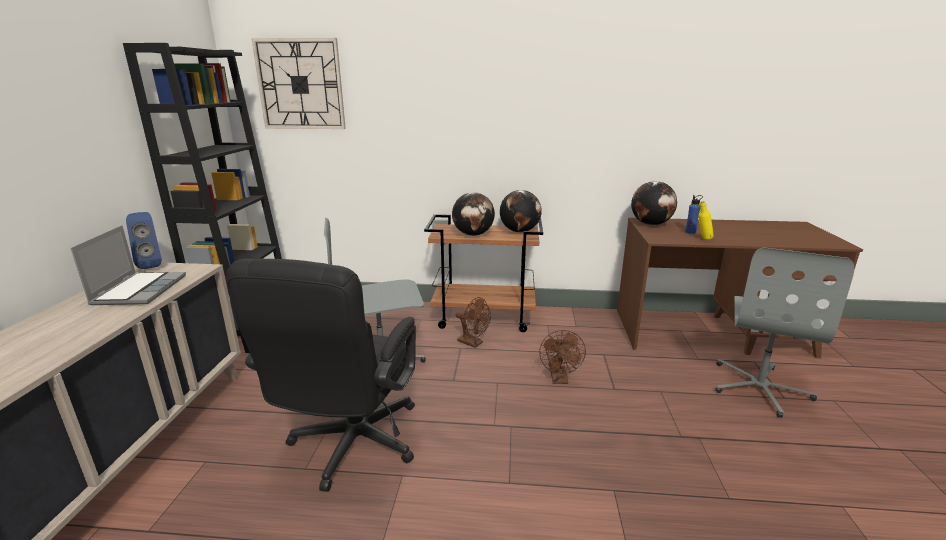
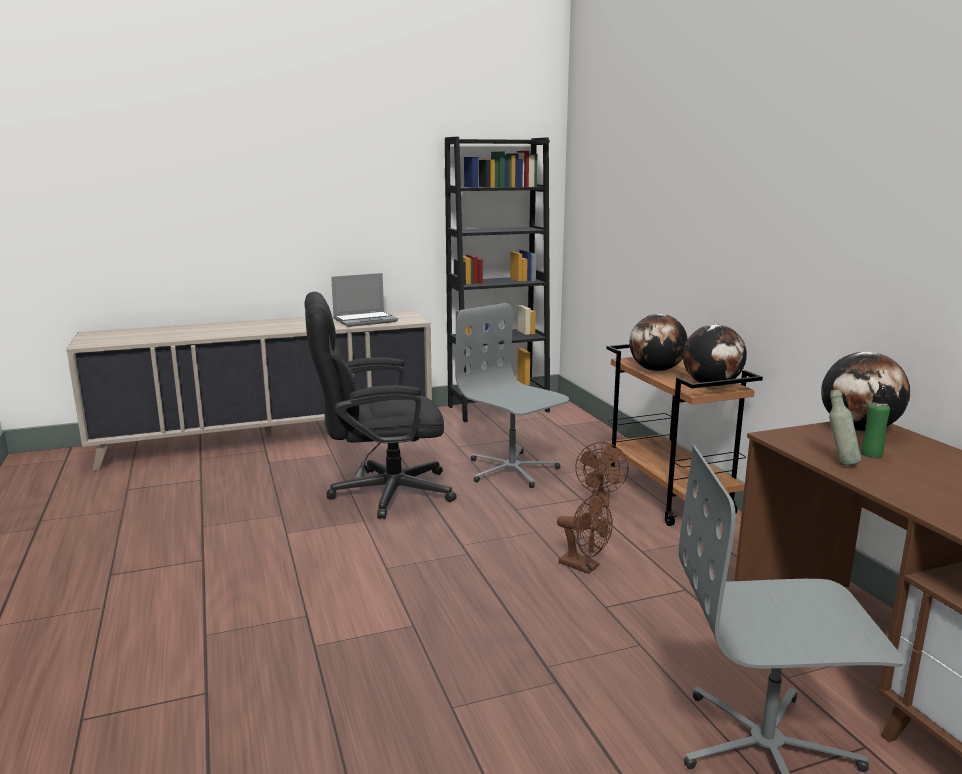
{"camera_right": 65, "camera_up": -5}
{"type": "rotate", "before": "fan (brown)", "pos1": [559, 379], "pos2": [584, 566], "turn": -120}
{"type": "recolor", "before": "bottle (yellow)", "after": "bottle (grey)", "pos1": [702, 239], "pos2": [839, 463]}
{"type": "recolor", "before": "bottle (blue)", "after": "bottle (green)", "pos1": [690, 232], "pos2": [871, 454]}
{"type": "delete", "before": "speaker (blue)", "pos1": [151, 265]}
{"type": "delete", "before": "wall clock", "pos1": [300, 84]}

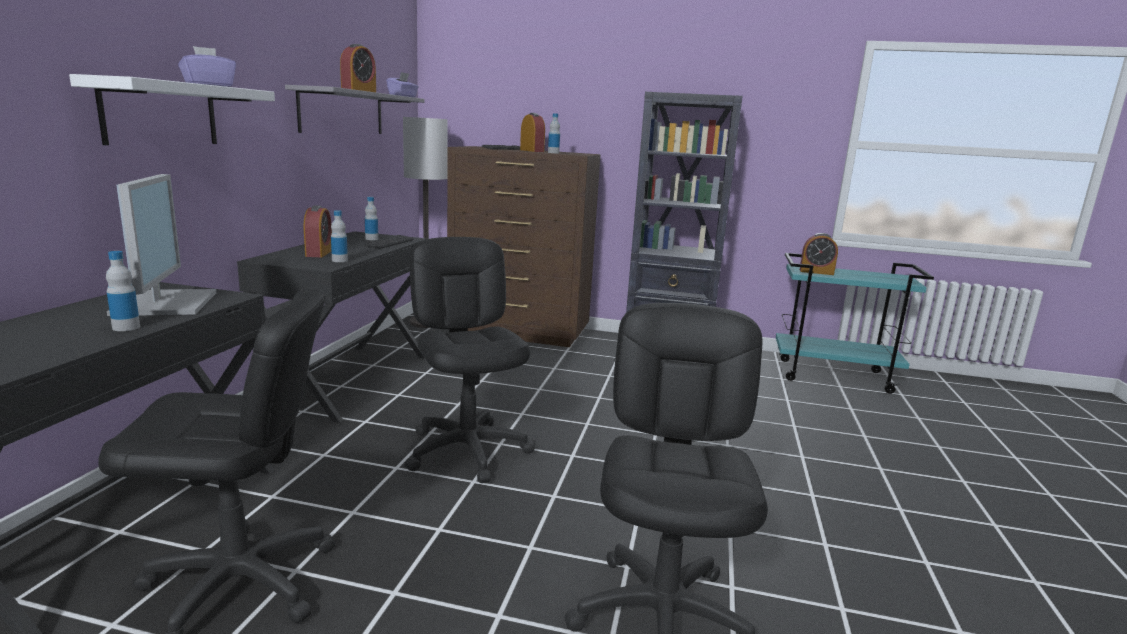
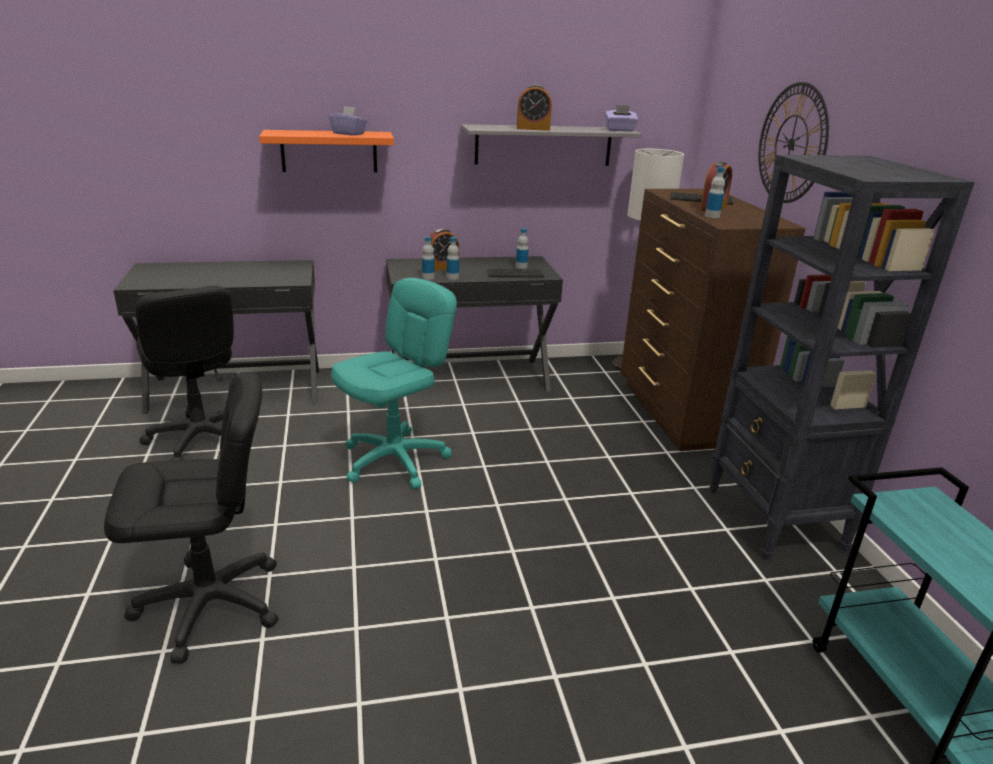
{"camera_right": 65, "camera_up": 10}
{"type": "recolor", "before": "shelf (white)", "after": "shelf (orange)", "pos1": [161, 113], "pos2": [329, 151]}
{"type": "recolor", "before": "office chair (black)", "after": "office chair (turquoise)", "pos1": [468, 450], "pos2": [395, 460]}
{"type": "move", "before": "bottle", "pos1": [126, 327], "pos2": [452, 277]}
{"type": "insert", "after": "wall clock", "pos2": [791, 144]}
{"type": "delete", "before": "monitor", "pos1": [164, 303]}
{"type": "delete", "before": "alarm clock", "pos1": [816, 272]}

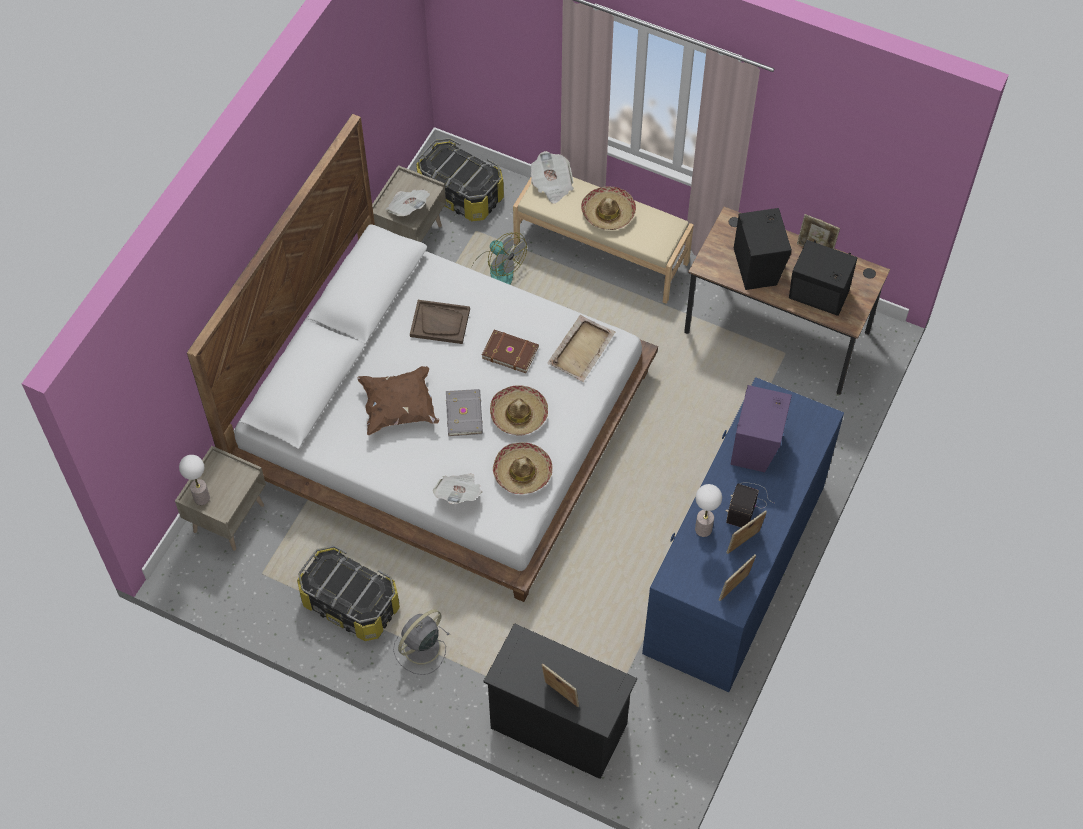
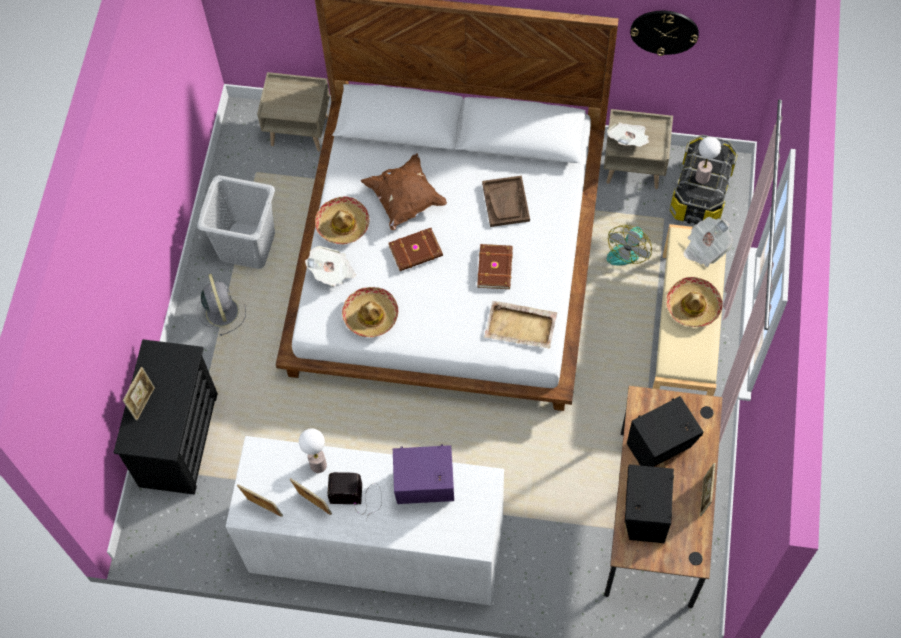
{"camera_right": 75, "camera_up": 5}
{"type": "replace", "before": "storage box", "after": "laundry basket (grey)", "pos1": [350, 604], "pos2": [247, 245]}
{"type": "rotate", "before": "fan (grey)", "pos1": [420, 648], "pos2": [222, 310], "turn": 45}
{"type": "recolor", "before": "dresser (blue)", "after": "dresser (white)", "pos1": [734, 568], "pos2": [376, 545]}
{"type": "move", "before": "hat", "pos1": [519, 415], "pos2": [343, 225]}
{"type": "recolor", "before": "book (grey)", "after": "book (brown)", "pos1": [465, 413], "pos2": [416, 251]}
{"type": "insert", "after": "wall clock", "pos2": [664, 31]}
{"type": "move", "before": "table lamp", "pos1": [201, 498], "pos2": [702, 177]}

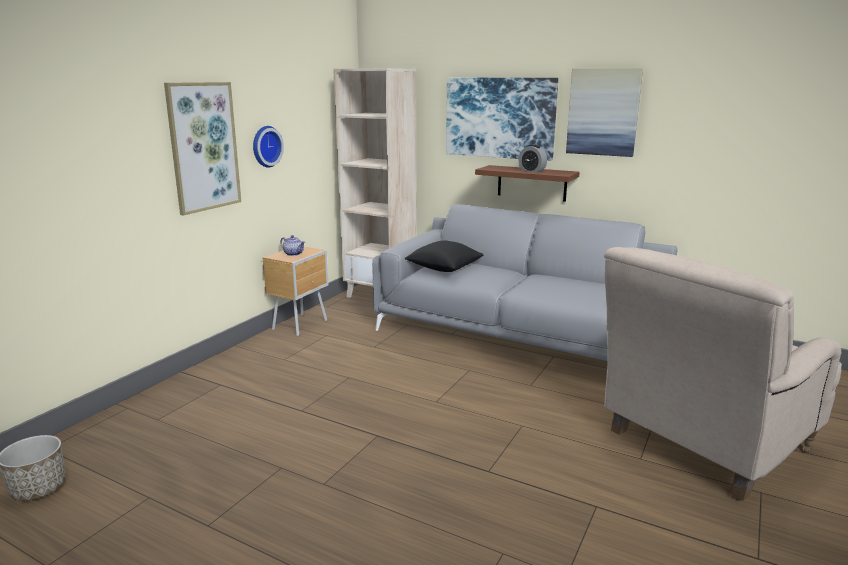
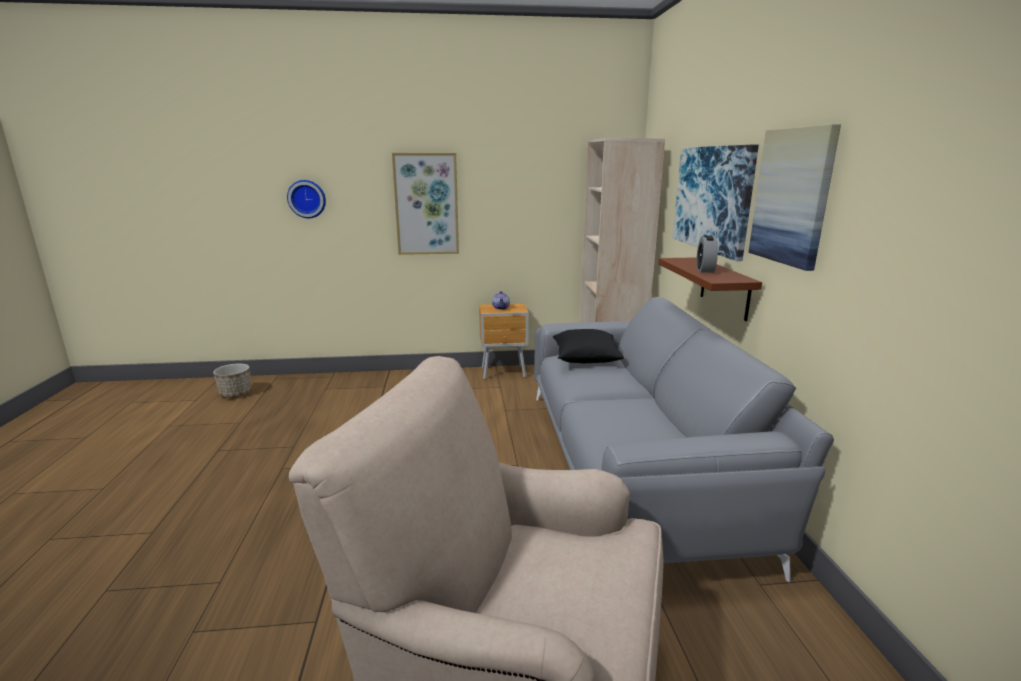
{"camera_right": 55, "camera_up": 0}
{"type": "move", "before": "wall clock", "pos1": [265, 146], "pos2": [307, 199]}

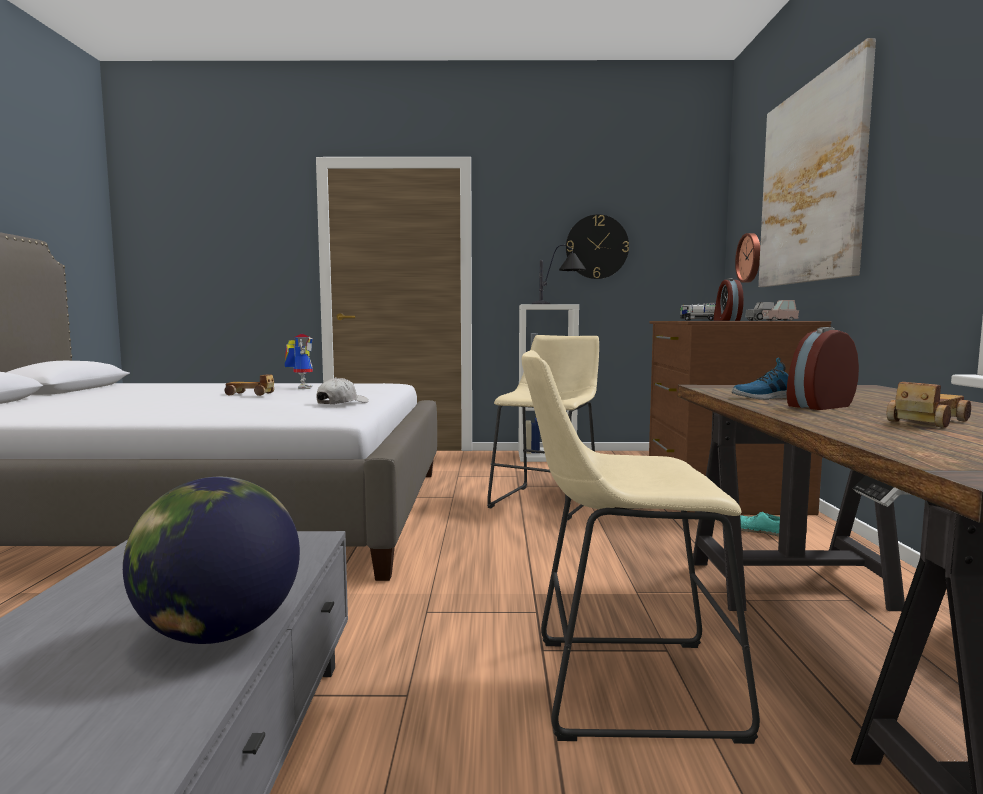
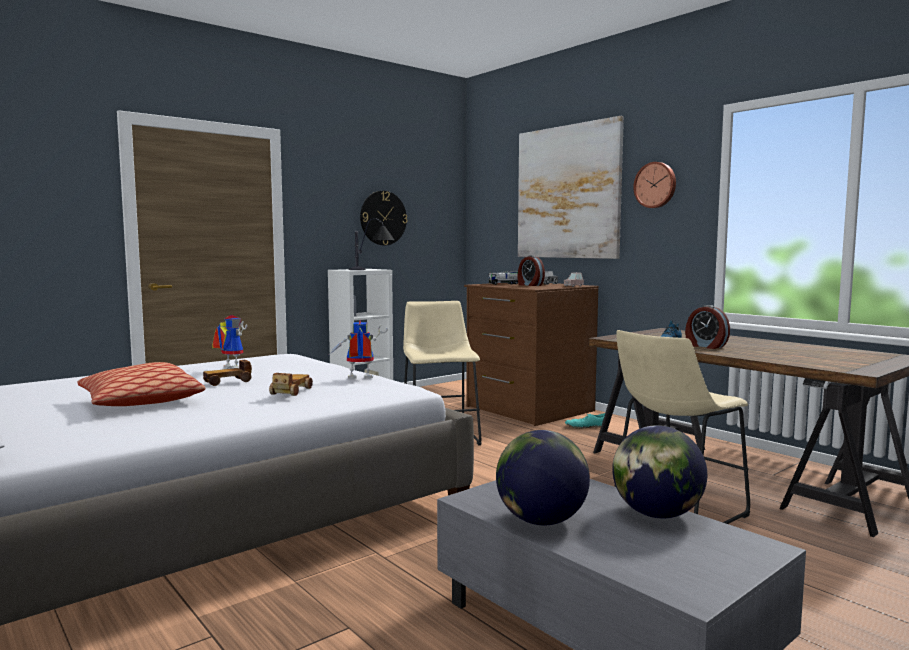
{"camera_right": -40, "camera_up": 0}
{"type": "insert", "after": "pillow", "pos2": [141, 402]}
{"type": "move", "before": "toy car", "pos1": [927, 421], "pos2": [291, 391]}
{"type": "replace", "before": "cap (white)", "after": "toy robot", "pos1": [342, 403], "pos2": [358, 378]}
{"type": "insert", "after": "globe", "pos2": [541, 520]}
{"type": "move", "before": "wall clock", "pos1": [750, 258], "pos2": [655, 185]}
{"type": "rotate", "before": "alarm clock", "pos1": [818, 406], "pos2": [705, 346], "turn": -60}

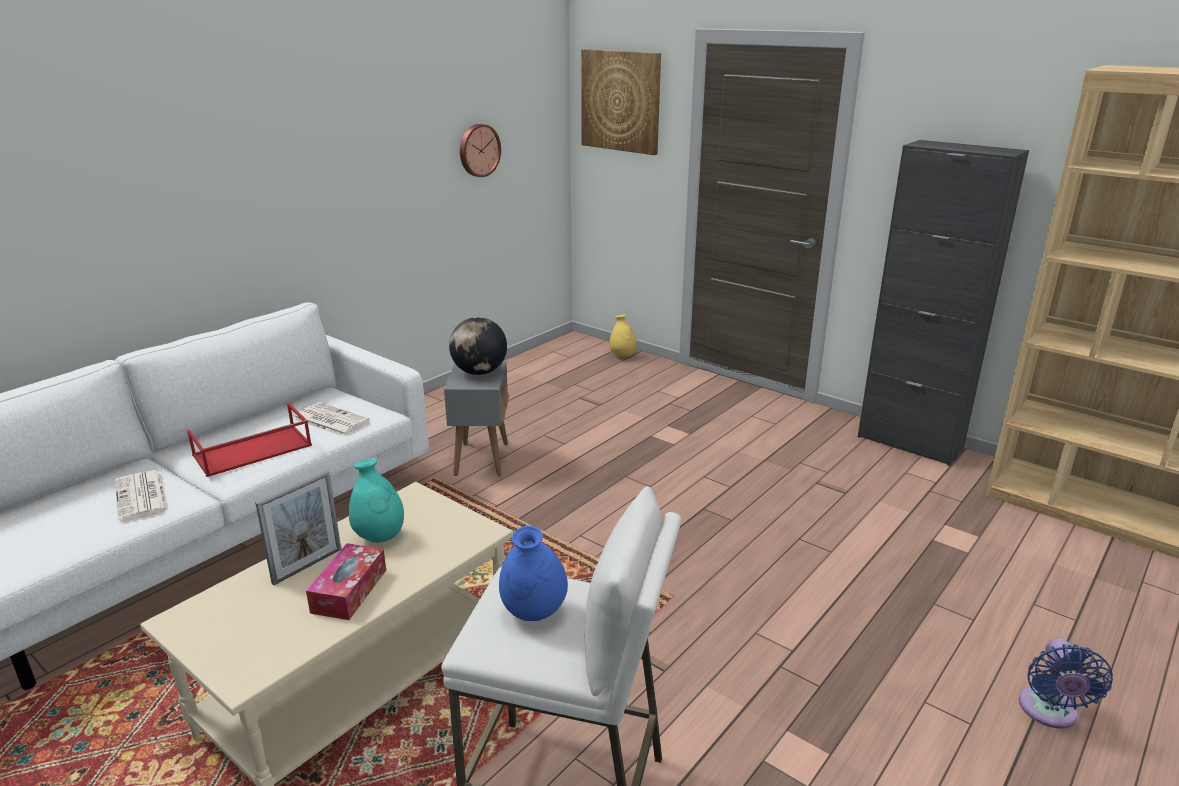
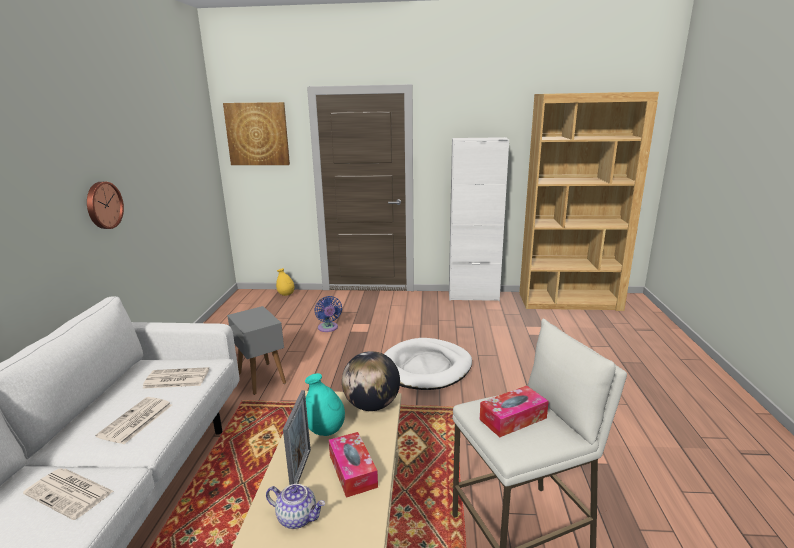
{"camera_right": -35, "camera_up": -5}
{"type": "move", "before": "wall clock", "pos1": [478, 150], "pos2": [103, 205]}
{"type": "replace", "before": "tray (red)", "after": "newspaper", "pos1": [252, 451], "pos2": [136, 421]}
{"type": "insert", "after": "teapot", "pos2": [297, 517]}
{"type": "move", "before": "fan (blue)", "pos1": [1049, 712], "pos2": [328, 328]}
{"type": "move", "before": "globe", "pos1": [479, 372], "pos2": [372, 405]}
{"type": "insert", "after": "dog bed (white)", "pos2": [426, 367]}
{"type": "recolor", "before": "cabinet (black)", "after": "cabinet (white)", "pos1": [909, 443], "pos2": [473, 296]}
{"type": "replace", "before": "vase (blue)", "after": "tissue box", "pos1": [533, 613], "pos2": [513, 418]}

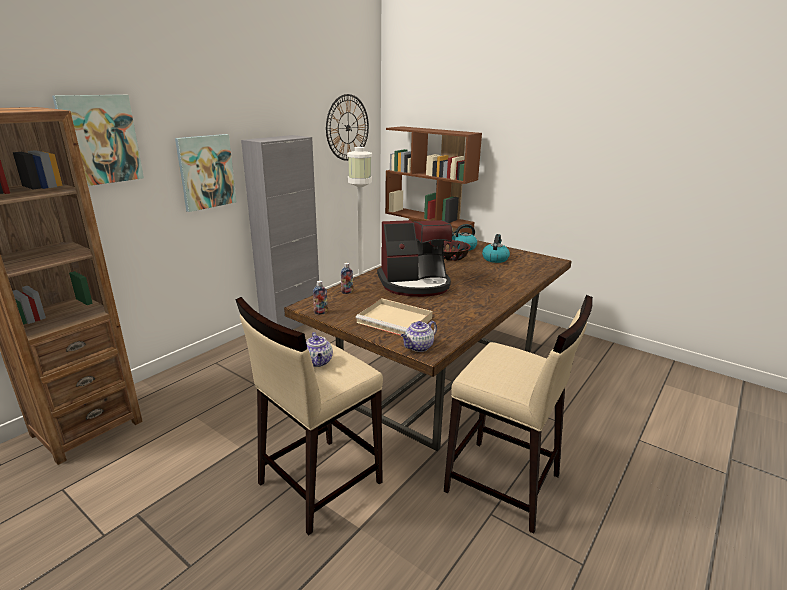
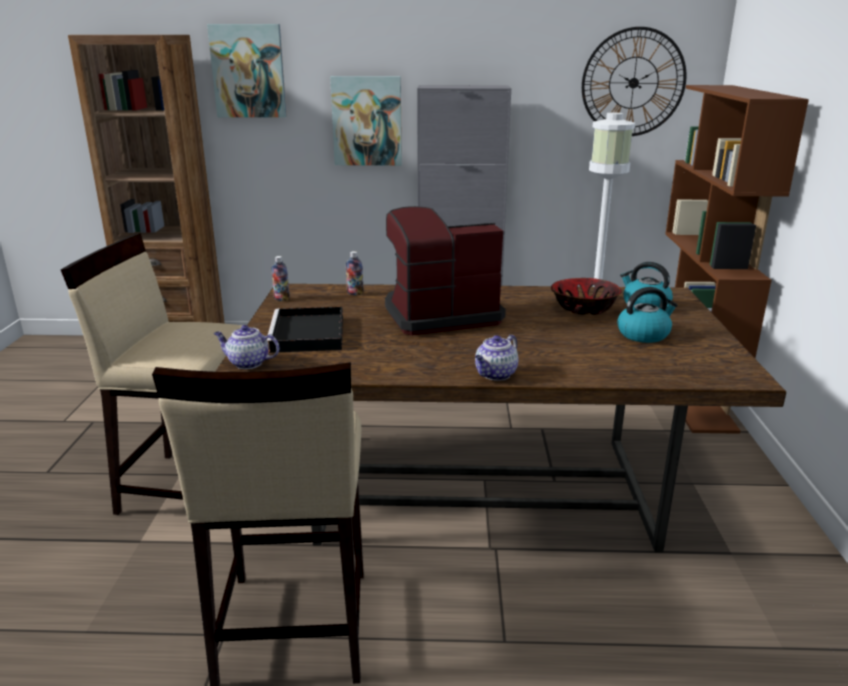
{"camera_right": 55, "camera_up": 0}
{"type": "recolor", "before": "tray (beige)", "after": "tray (black)", "pos1": [396, 320], "pos2": [308, 334]}
{"type": "rotate", "before": "coffee machine", "pos1": [415, 284], "pos2": [439, 315], "turn": 120}
{"type": "move", "before": "teapot", "pos1": [318, 362], "pos2": [495, 375]}

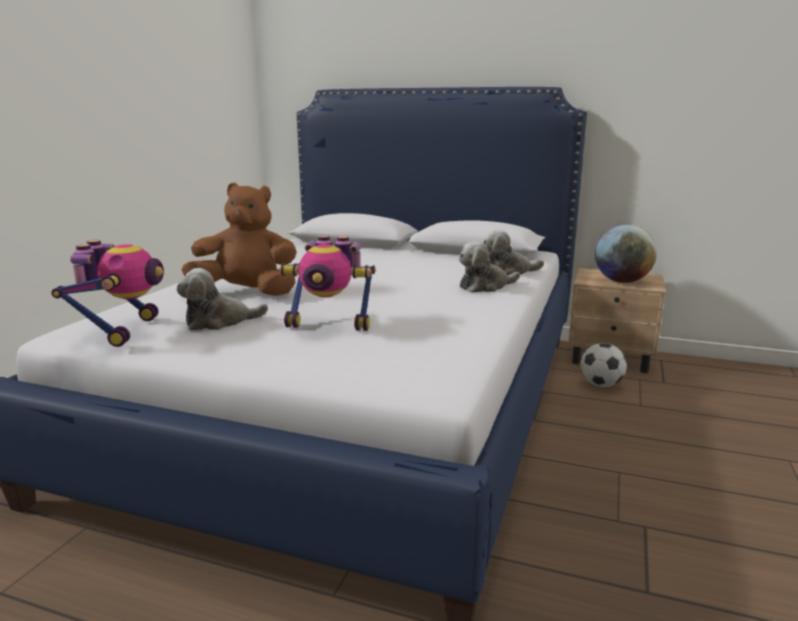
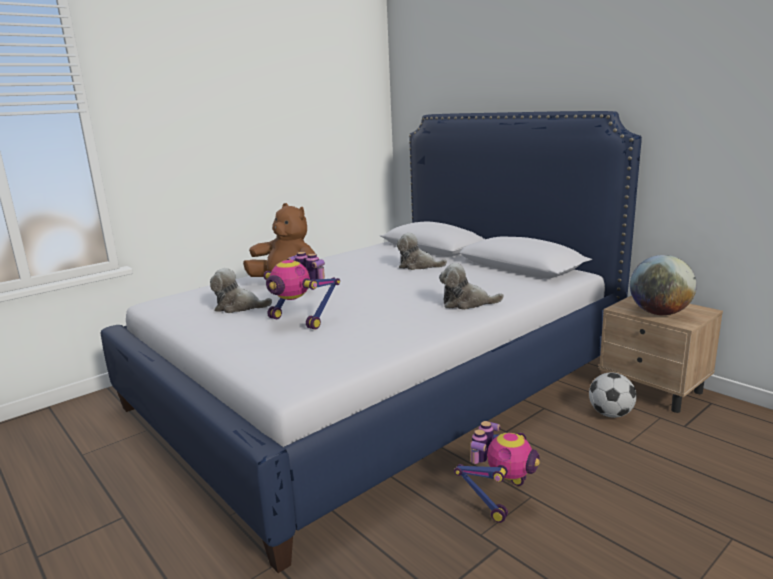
{"camera_right": 30, "camera_up": 0}
{"type": "move", "before": "plush toy", "pos1": [508, 272], "pos2": [418, 266]}
{"type": "move", "before": "toy robot", "pos1": [123, 331], "pos2": [499, 497]}

